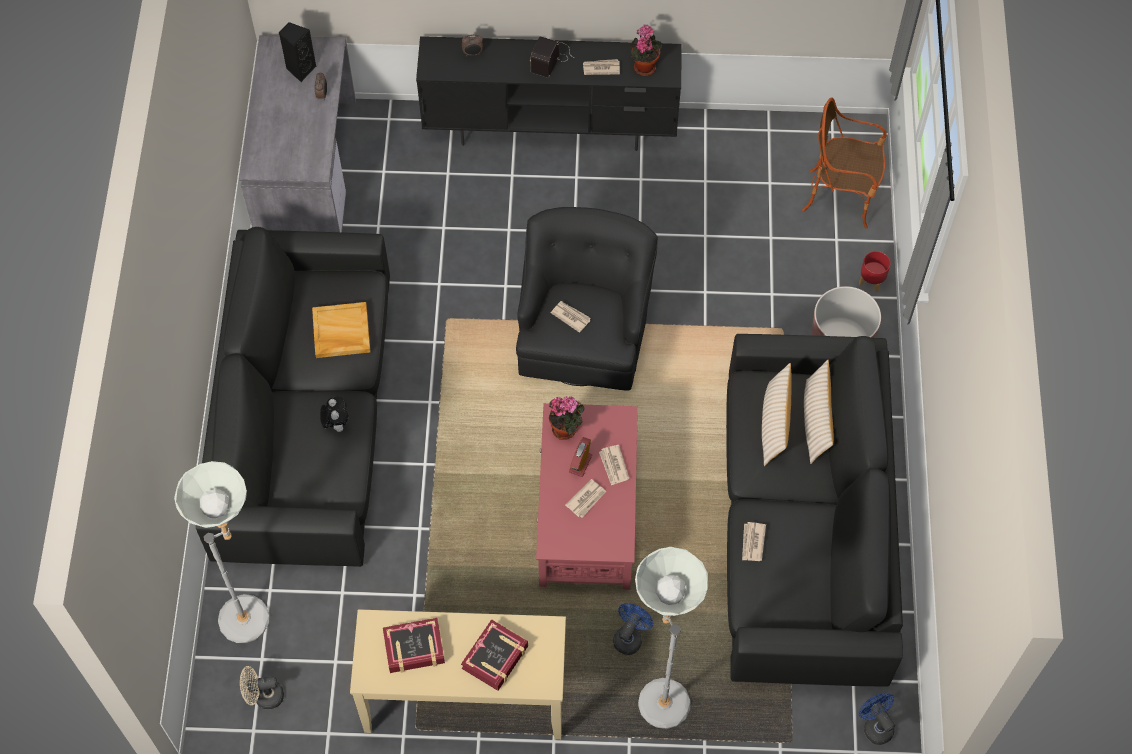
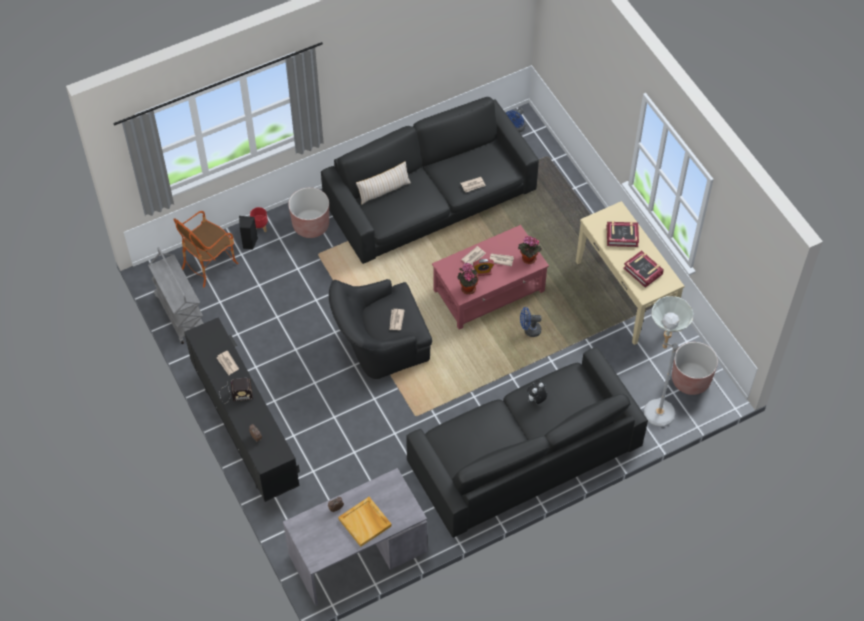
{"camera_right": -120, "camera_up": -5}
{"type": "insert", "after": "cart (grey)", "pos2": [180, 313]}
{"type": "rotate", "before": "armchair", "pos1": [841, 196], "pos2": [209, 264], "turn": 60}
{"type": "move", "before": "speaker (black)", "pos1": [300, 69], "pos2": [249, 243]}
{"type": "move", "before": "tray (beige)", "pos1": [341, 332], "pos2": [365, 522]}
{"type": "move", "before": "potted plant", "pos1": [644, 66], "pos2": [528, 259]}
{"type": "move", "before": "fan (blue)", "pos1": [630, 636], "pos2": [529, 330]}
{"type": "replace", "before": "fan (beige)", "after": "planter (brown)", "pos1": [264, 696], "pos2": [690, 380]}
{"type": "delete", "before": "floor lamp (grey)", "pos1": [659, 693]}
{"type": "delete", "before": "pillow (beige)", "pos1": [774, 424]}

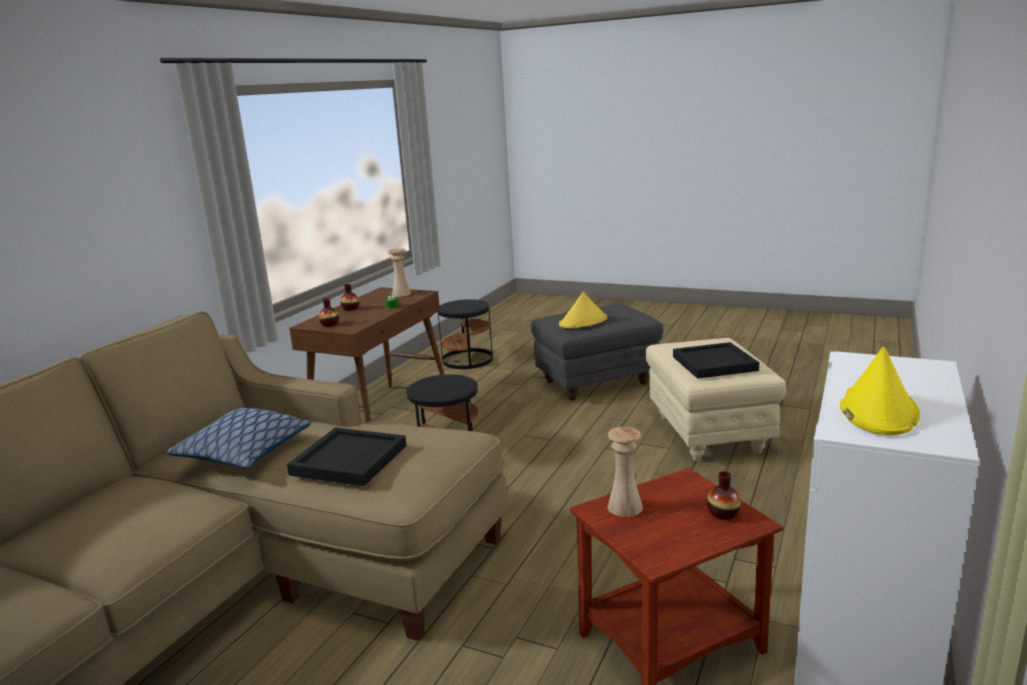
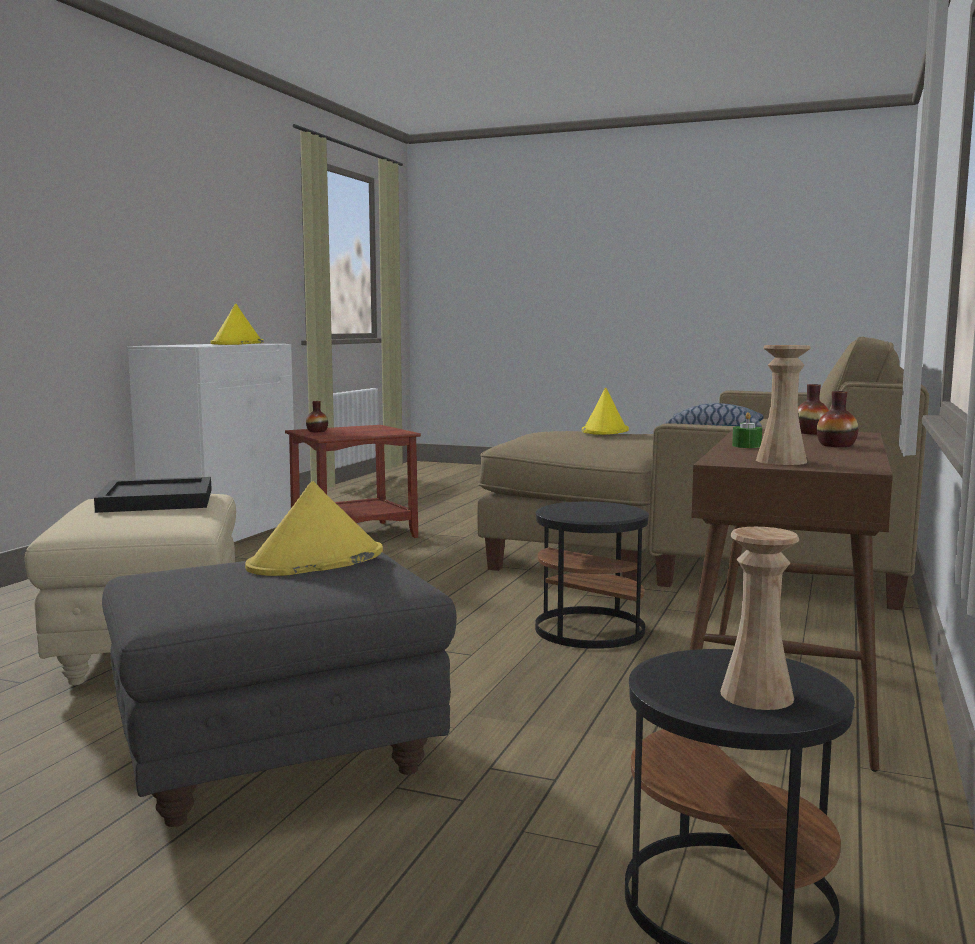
{"camera_right": 175, "camera_up": -10}
{"type": "replace", "before": "tray (black)", "after": "hat (yellow)", "pos1": [349, 460], "pos2": [605, 431]}
{"type": "move", "before": "vase (beige)", "pos1": [625, 507], "pos2": [756, 695]}

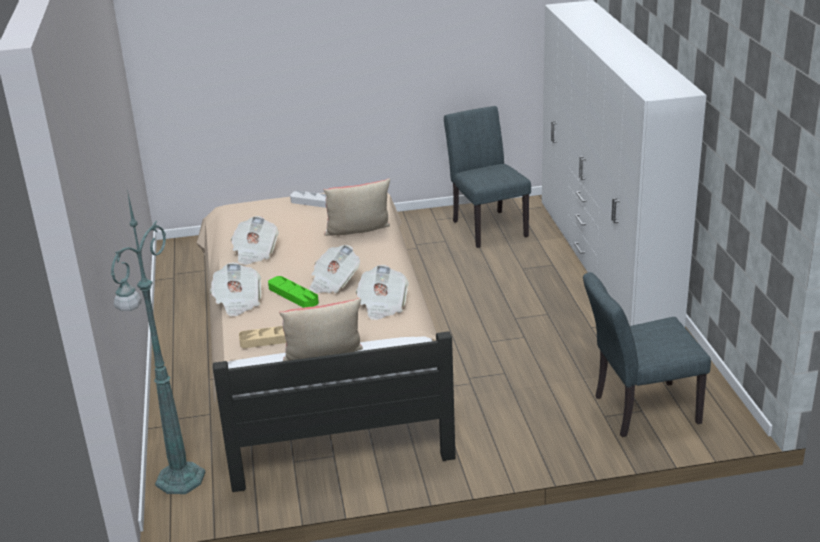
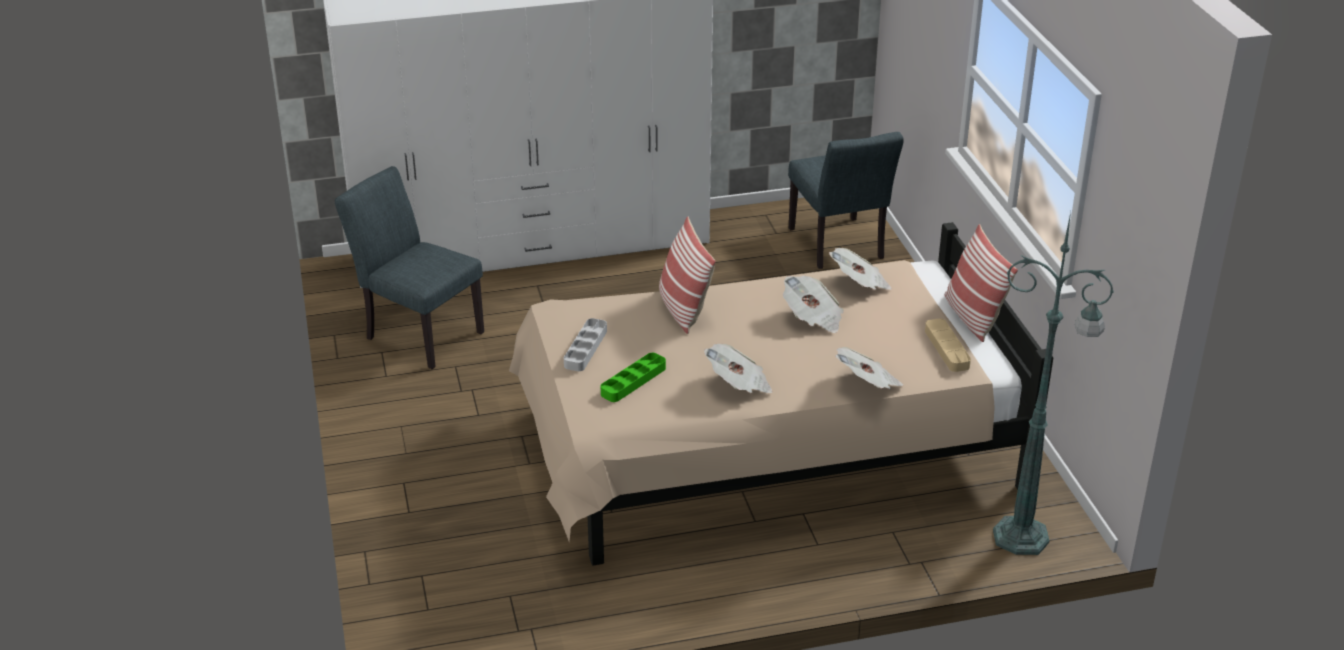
{"camera_right": -95, "camera_up": 5}
{"type": "rotate", "before": "chair (grey)", "pos1": [487, 226], "pos2": [418, 332], "turn": 60}
{"type": "move", "before": "tray (green)", "pos1": [293, 295], "pos2": [633, 381]}

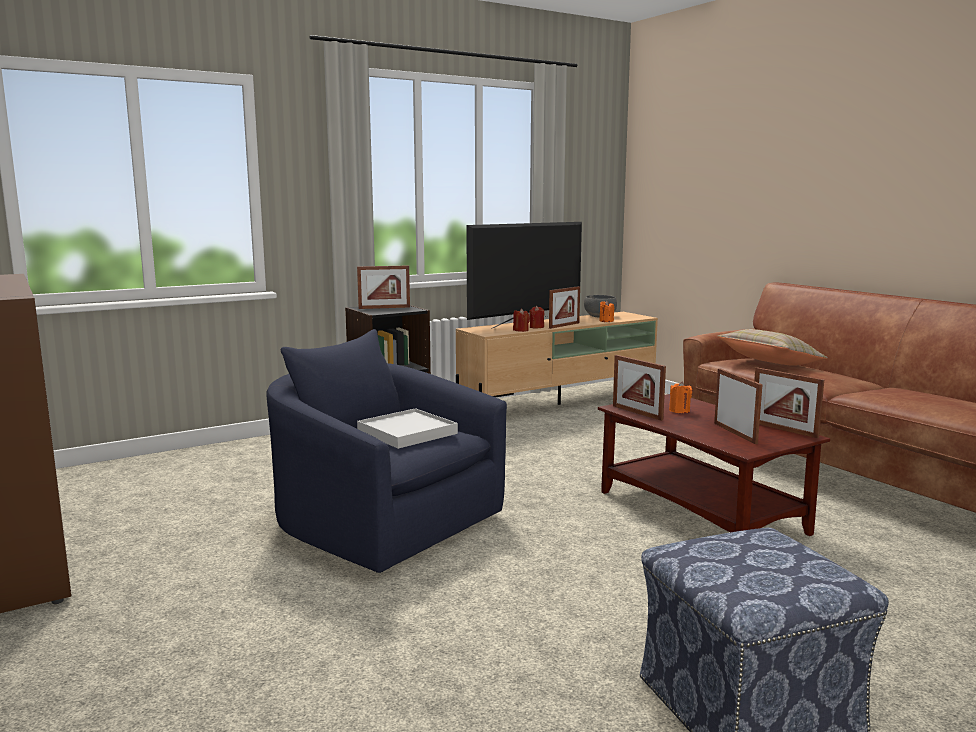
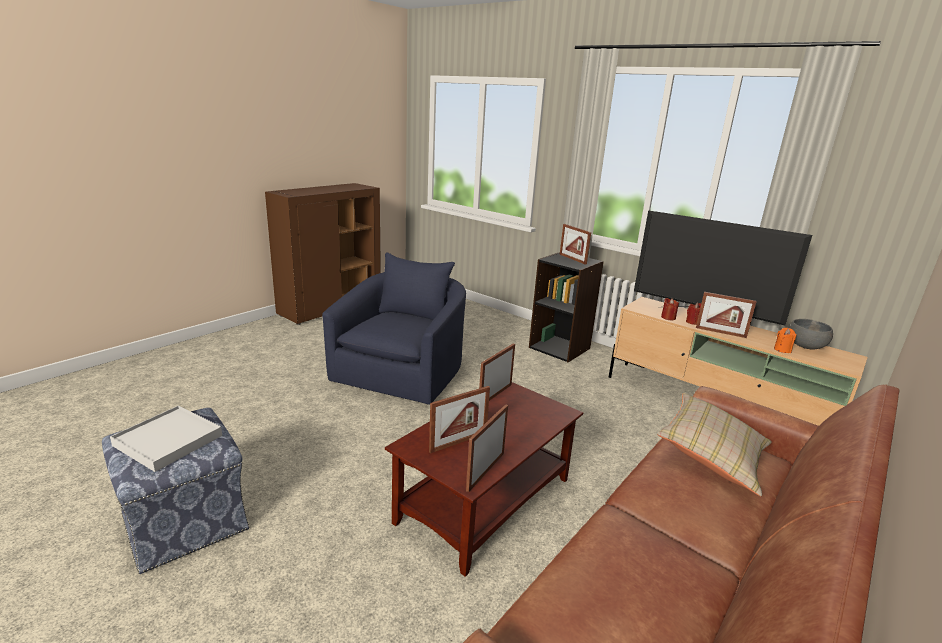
{"camera_right": 70, "camera_up": 10}
{"type": "move", "before": "tray (white)", "pos1": [407, 432], "pos2": [168, 440]}
{"type": "delete", "before": "candle (orange)", "pos1": [679, 411]}

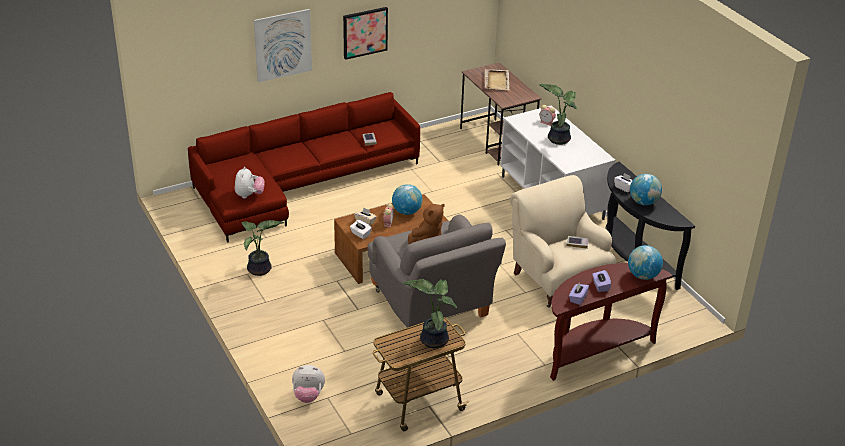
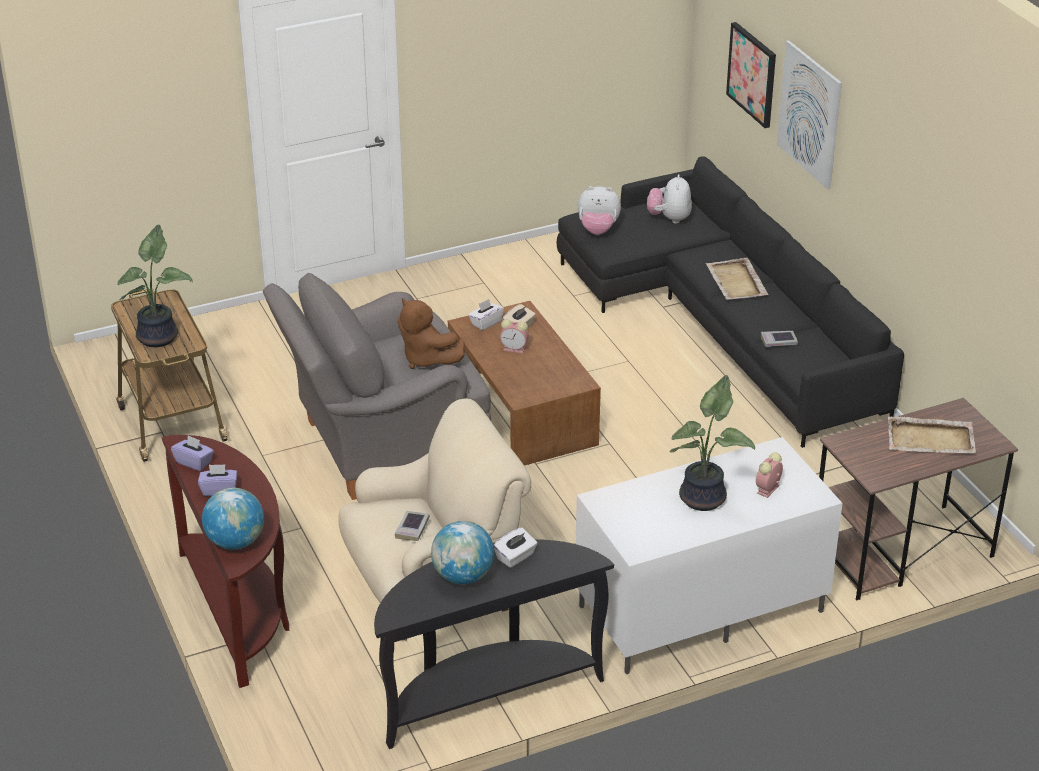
{"camera_right": 95, "camera_up": 0}
{"type": "recolor", "before": "sofa (red)", "after": "sofa (black)", "pos1": [299, 183], "pos2": [724, 323]}
{"type": "move", "before": "plush toy", "pos1": [308, 396], "pos2": [669, 218]}
{"type": "insert", "after": "tray (beige)", "pos2": [736, 282]}
{"type": "move", "before": "picture", "pos1": [365, 32], "pos2": [752, 74]}
{"type": "delete", "before": "potted plant", "pos1": [260, 270]}
{"type": "delete", "before": "globe", "pos1": [406, 212]}

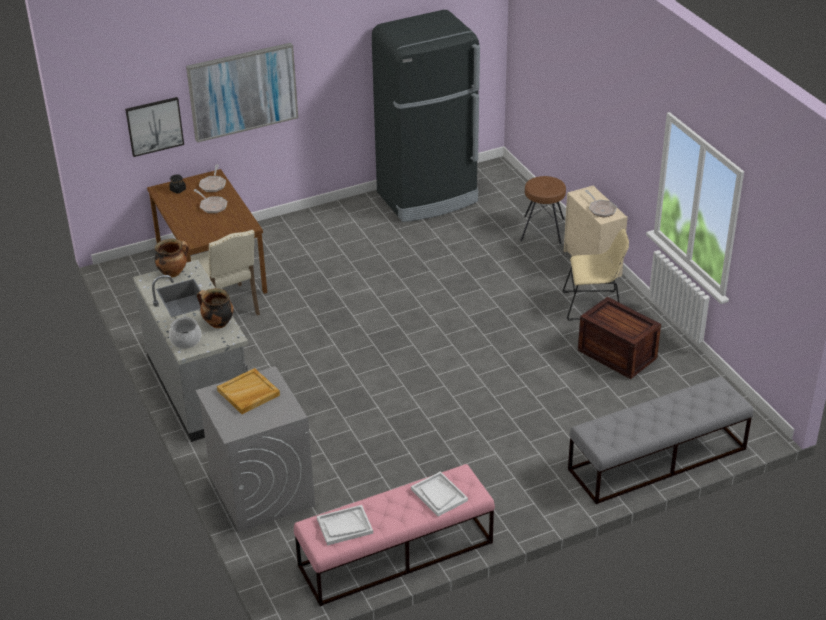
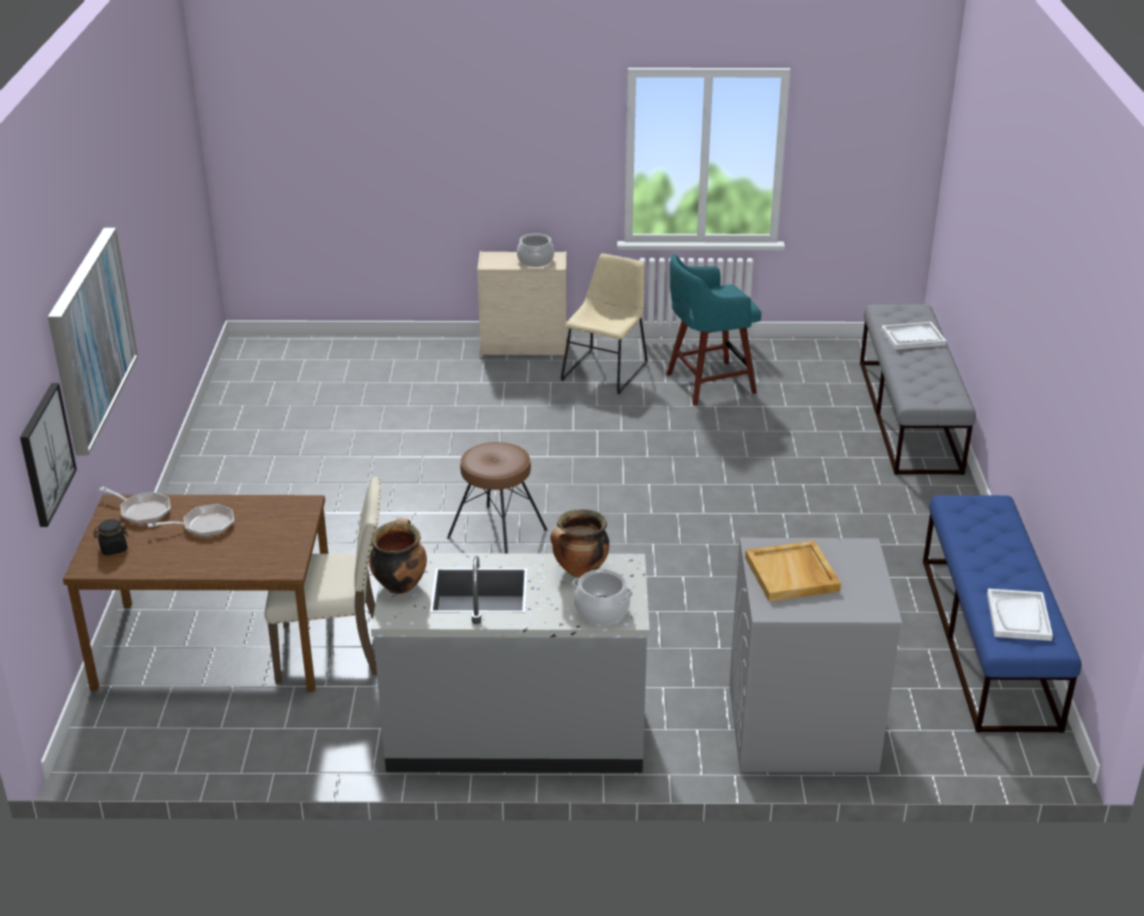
{"camera_right": -65, "camera_up": -5}
{"type": "move", "before": "stool (brown)", "pos1": [543, 230], "pos2": [497, 533]}
{"type": "replace", "before": "frying pan", "after": "cooking pot", "pos1": [601, 209], "pos2": [535, 261]}
{"type": "replace", "before": "crate", "after": "stool (turquoise)", "pos1": [616, 354], "pos2": [707, 384]}
{"type": "move", "before": "tray (white)", "pos1": [439, 495], "pos2": [912, 337]}
{"type": "recolor", "before": "bench (pink)", "after": "bench (blue)", "pos1": [395, 554], "pos2": [988, 641]}
{"type": "delete", "before": "fridge (black)", "pos1": [428, 198]}

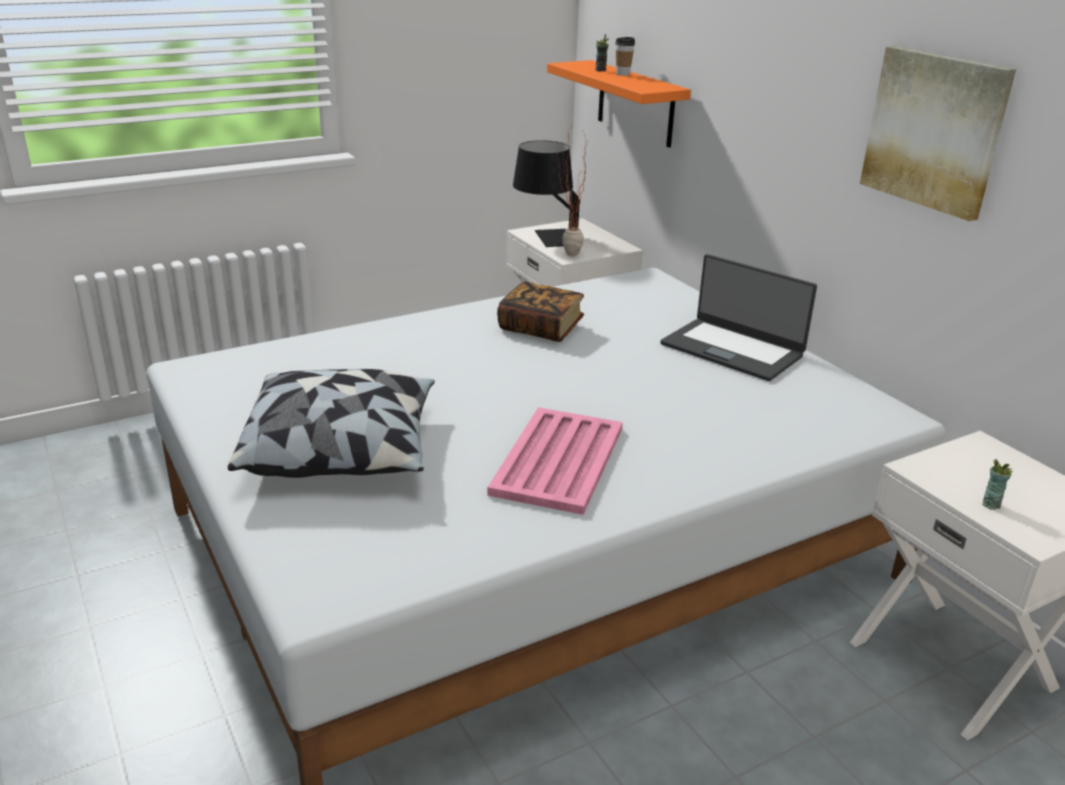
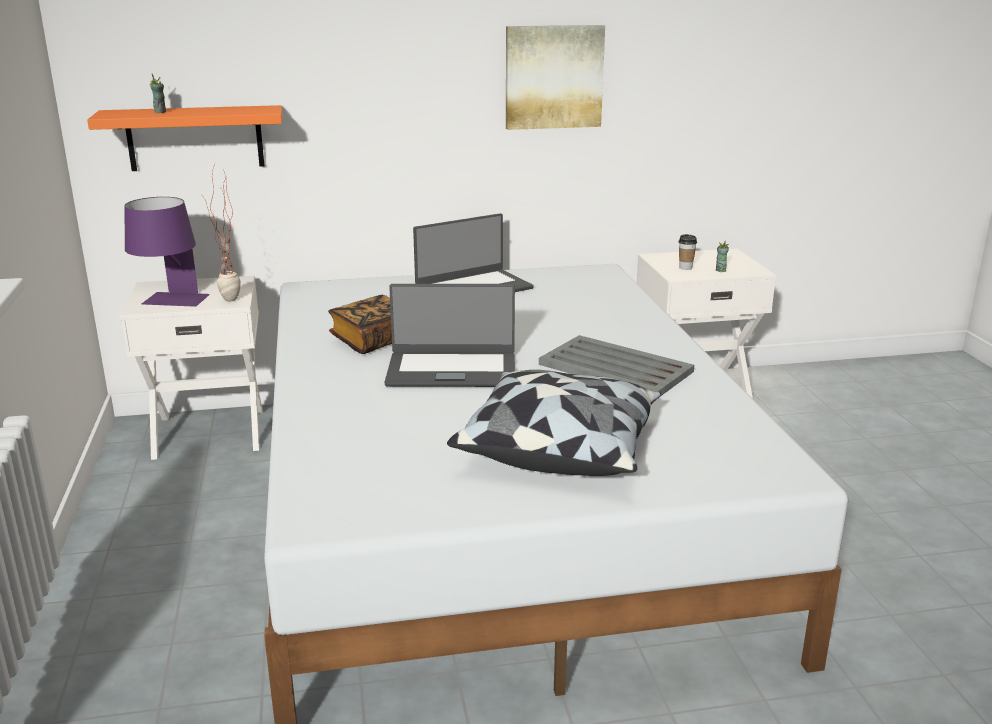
{"camera_right": -70, "camera_up": -5}
{"type": "recolor", "before": "table lamp (black)", "after": "table lamp (purple)", "pos1": [545, 238], "pos2": [171, 303]}
{"type": "insert", "after": "laptop", "pos2": [451, 370]}
{"type": "recolor", "before": "tray (pink)", "after": "tray (grey)", "pos1": [559, 459], "pos2": [614, 367]}
{"type": "move", "before": "cup", "pos1": [623, 74], "pos2": [685, 268]}

